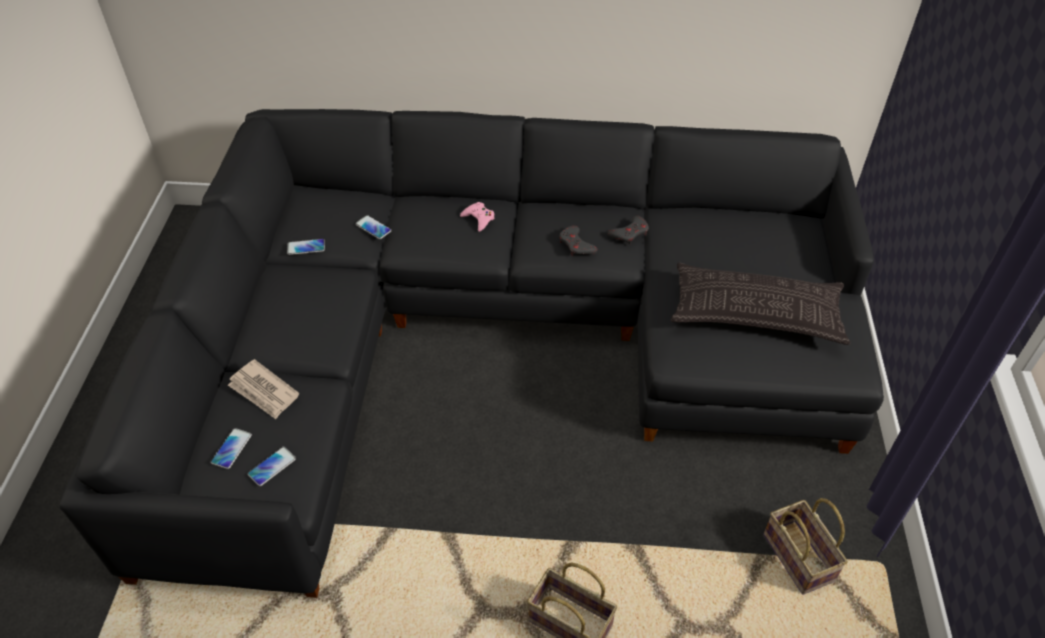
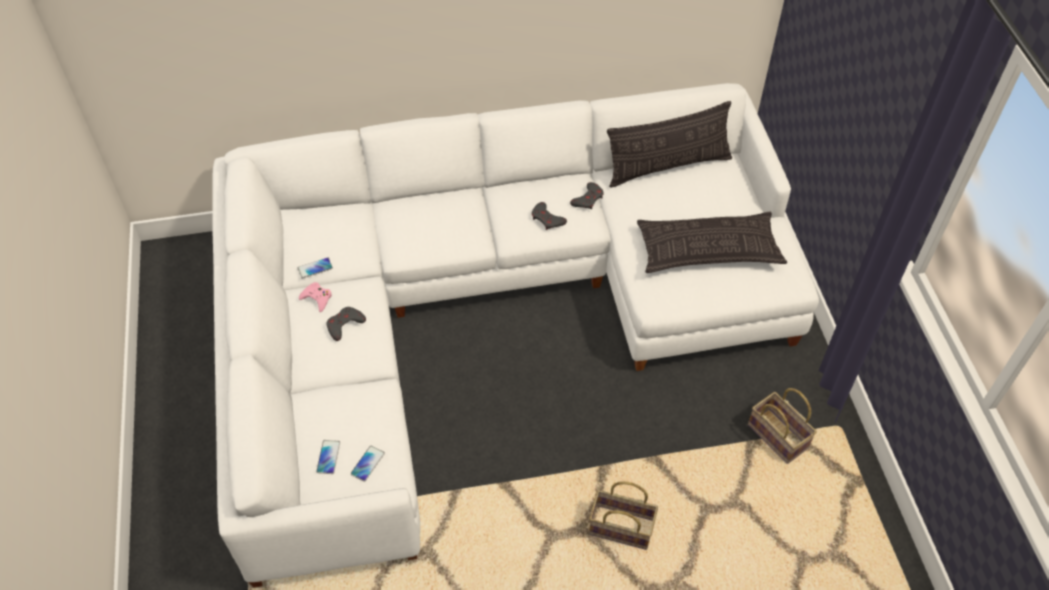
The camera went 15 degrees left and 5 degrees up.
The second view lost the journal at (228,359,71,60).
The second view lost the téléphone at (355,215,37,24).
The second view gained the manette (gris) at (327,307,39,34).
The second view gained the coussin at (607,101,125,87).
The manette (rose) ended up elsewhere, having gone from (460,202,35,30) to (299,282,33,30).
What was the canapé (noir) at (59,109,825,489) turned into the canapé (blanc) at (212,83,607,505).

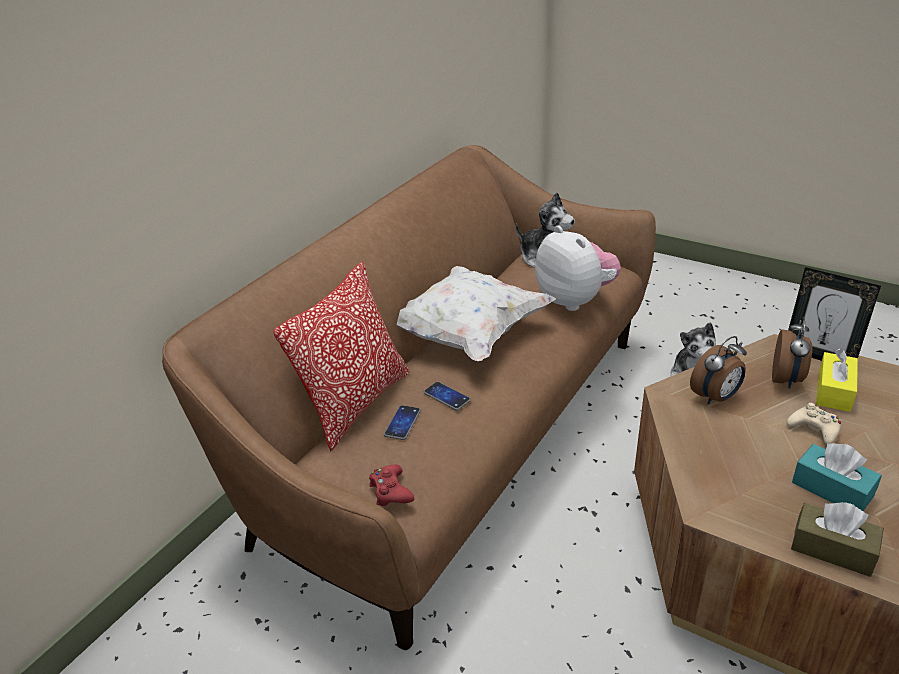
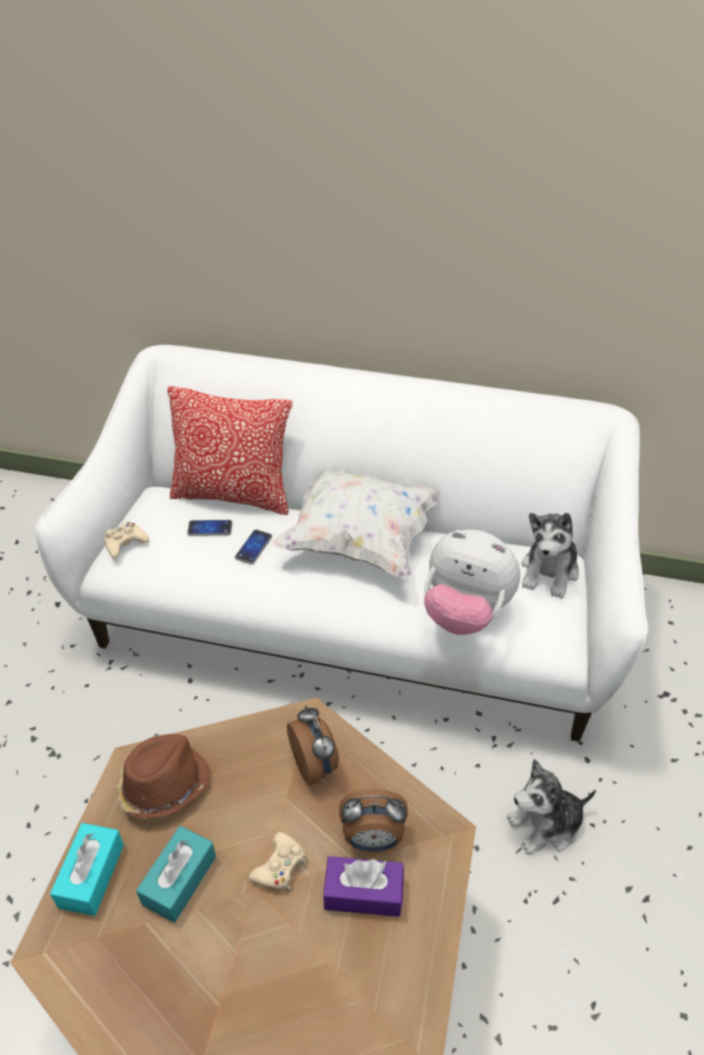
The camera went 70 degrees right and 10 degrees up.
The second view lost the cadre photo at (788,267,93,94).
The second view gained the chapeau (marron) at (117,734,93,85).
What was the canapé (marron) at (162,145,494,505) turned into the canapé (blanc) at (35,345,614,396).
What was the manette (rouge) at (369,465,45,41) turned into the manette (beige) at (105,522,44,37).
What was the boîte à mouchoirs (marron) at (791,502,93,75) turned into the boîte à mouchoirs (turquoise) at (50,823,74,93).
What was the boîte à mouchoirs (jaune) at (816,349,42,63) turned into the boîte à mouchoirs (violet) at (323,856,81,61).
The peluche at (535,225,86,86) ended up facing another way, 75 degrees clockwise from before.
The réveil at (690,336,57,69) ended up facing another way, 150 degrees counterclockwise from before.

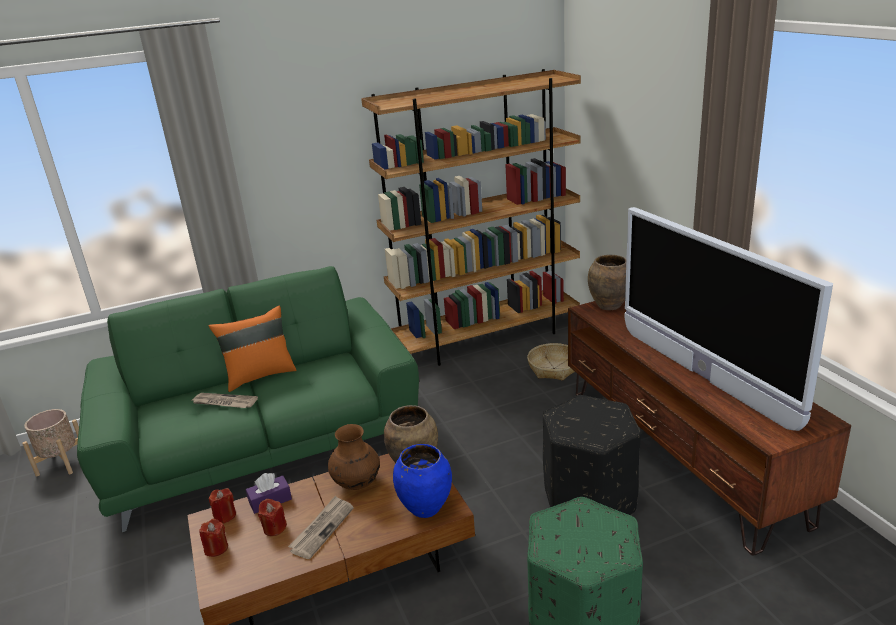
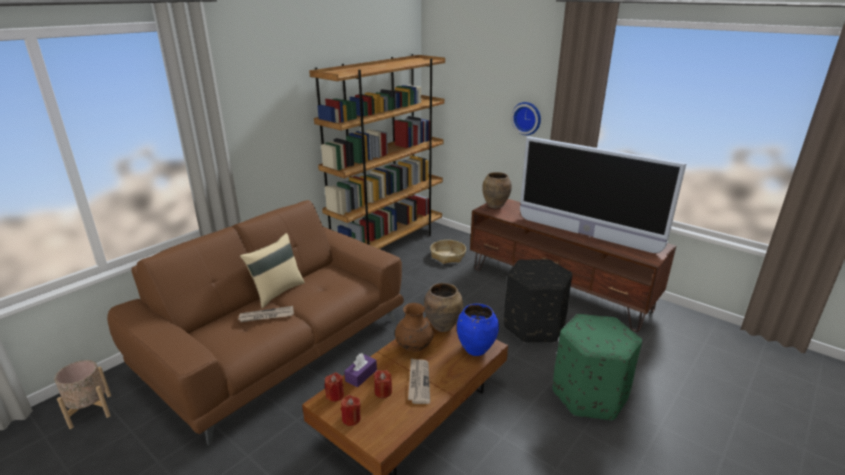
The camera went 30 degrees left and 0 degrees up.
The second view gained the horloge murale at (511,102,30,33).
What was the canapé (vert) at (77,266,342,266) turned into the canapé (marron) at (107,200,297,245).
What was the coussin (orange) at (209,306,88,86) turned into the coussin (beige) at (240,233,65,75).

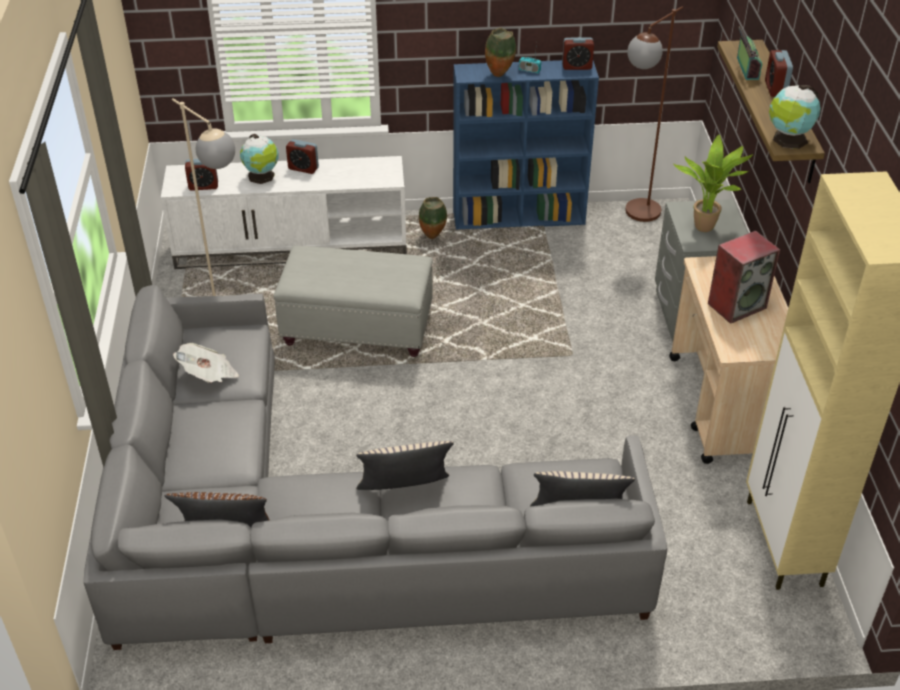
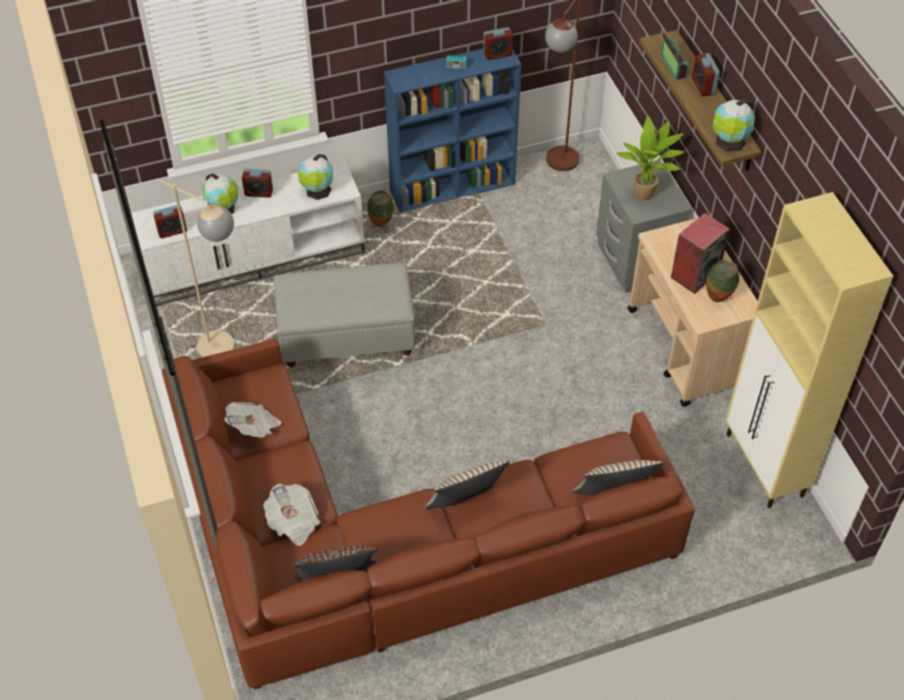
The camera went 15 degrees left and 10 degrees up.
The second view gained the journal at (263,484,57,62).
The second view gained the globe at (298,154,35,46).
The vase ended up elsewhere, having gone from (485,28,31,49) to (706,260,33,42).
What was the canapé (gris) at (83,285,584,365) turned into the canapé (marron) at (162,338,533,351).

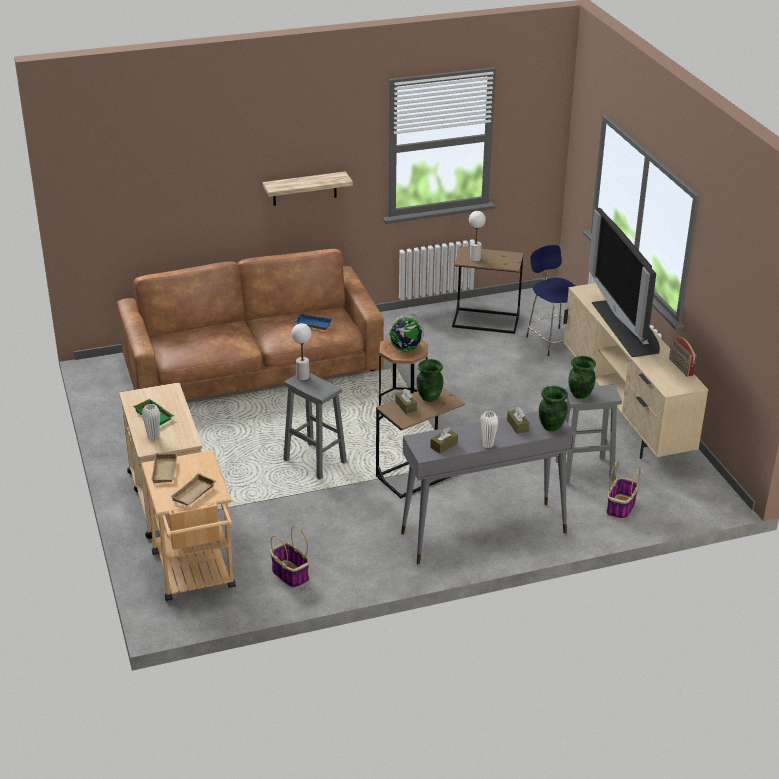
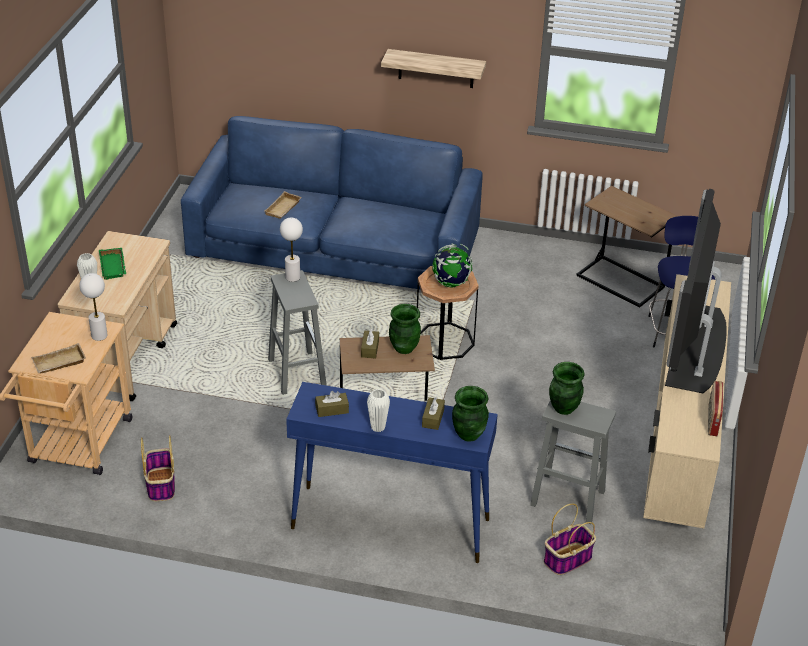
The camera went 30 degrees right and 5 degrees up.
The second view lost the plateau (bleu) at (295,313,38,17).
The plateau (beige) ended up elsewhere, having gone from (151,453,26,30) to (264,191,38,28).
The lampe de table (blanc) ended up elsewhere, having gone from (469,211,17,51) to (79,273,29,68).
What was the canapé (marron) at (117,249,267,151) turned into the canapé (bleu) at (181,116,302,174).
What was the table console (gris) at (401,411,174,153) turned into the table console (bleu) at (286,382,212,181).

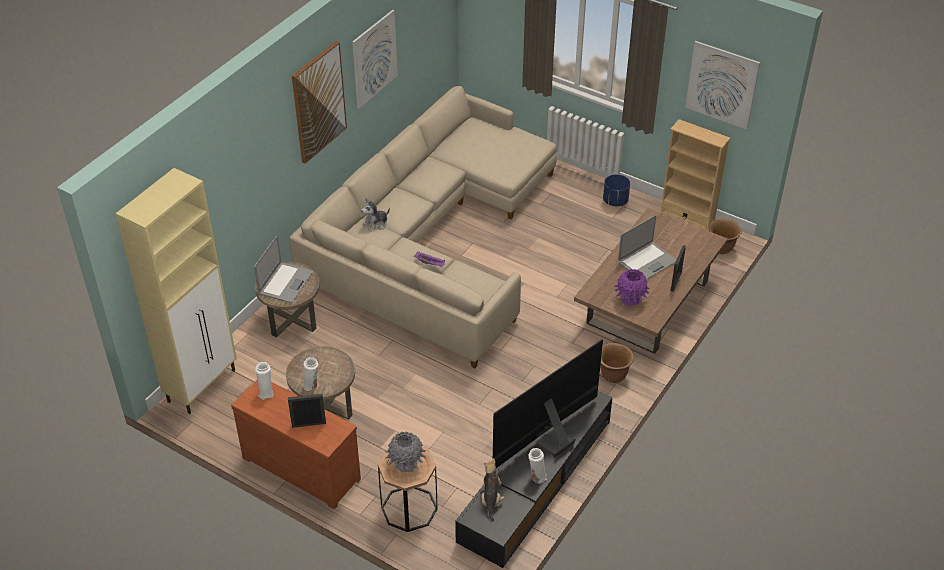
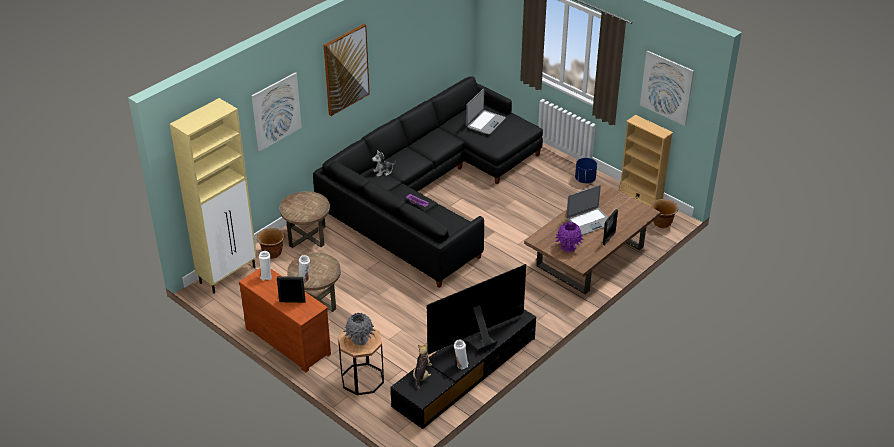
The camera went 10 degrees right and 5 degrees down.
The ordinateur portable ended up elsewhere, having gone from (254,236,59,67) to (466,89,40,45).
The tableau ended up elsewhere, having gone from (352,10,46,98) to (252,72,50,80).
The cache-pot (marron) ended up elsewhere, having gone from (600,343,34,40) to (257,228,27,31).
What was the canapé (beige) at (289,86,267,283) turned into the canapé (noir) at (313,77,230,211).

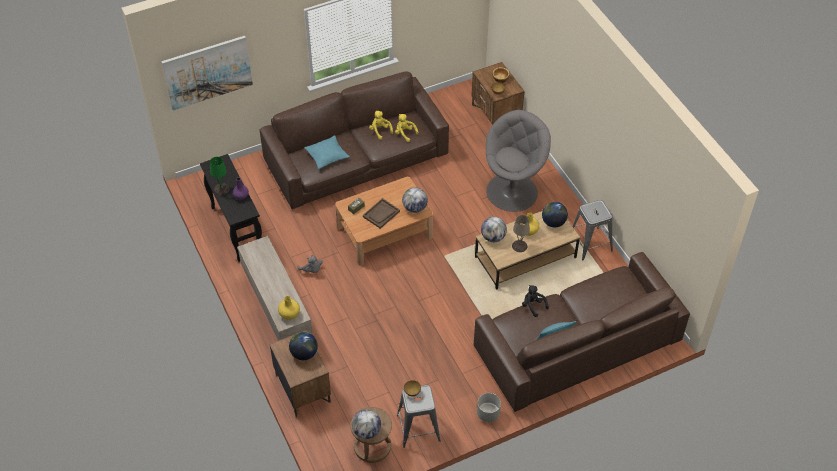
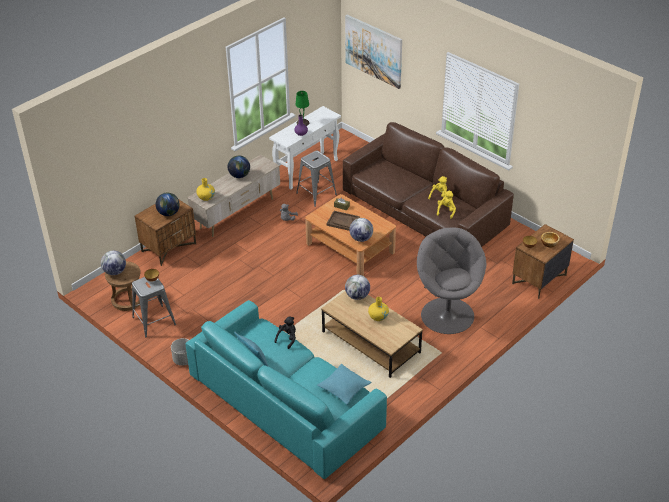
The camera went 70 degrees right and 10 degrees down.
The second view lost the lampe de table (beige) at (512,215,18,37).
The coussin (turquoise) ended up elsewhere, having gone from (304,135,46,34) to (317,364,54,41).
The globe ended up elsewhere, having gone from (542,202,26,26) to (228,156,22,22).
The tabouret (gris) ended up elsewhere, having gone from (573,200,40,60) to (296,151,41,56).
What was the table console (noir) at (200,154,62,108) turned into the table console (blanc) at (269,106,72,84).
What was the canapé (marron) at (474,252,216,160) turned into the canapé (turquoise) at (185,300,202,179).
The fauteuil (gris) at (486,110,65,102) ended up facing another way, 135 degrees counterclockwise from before.

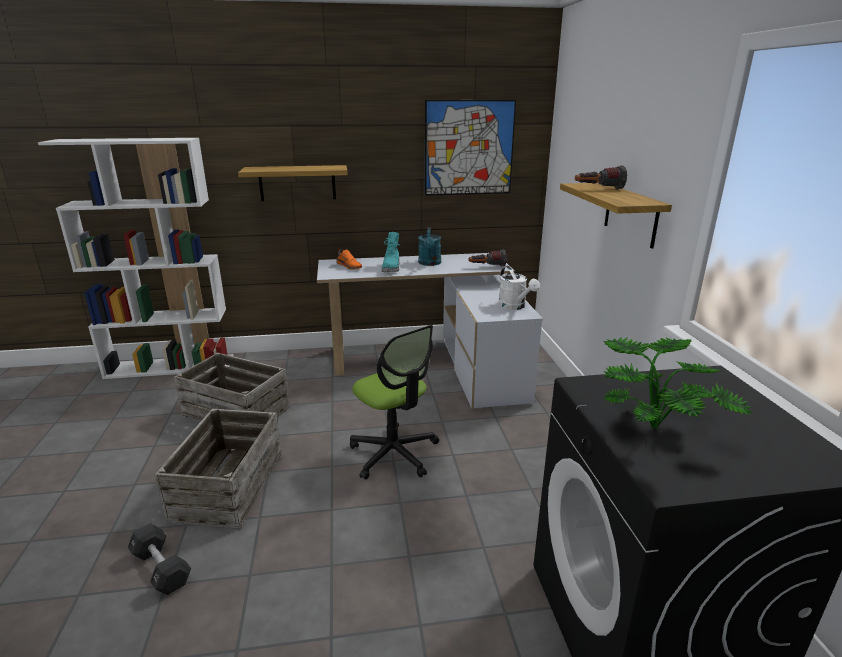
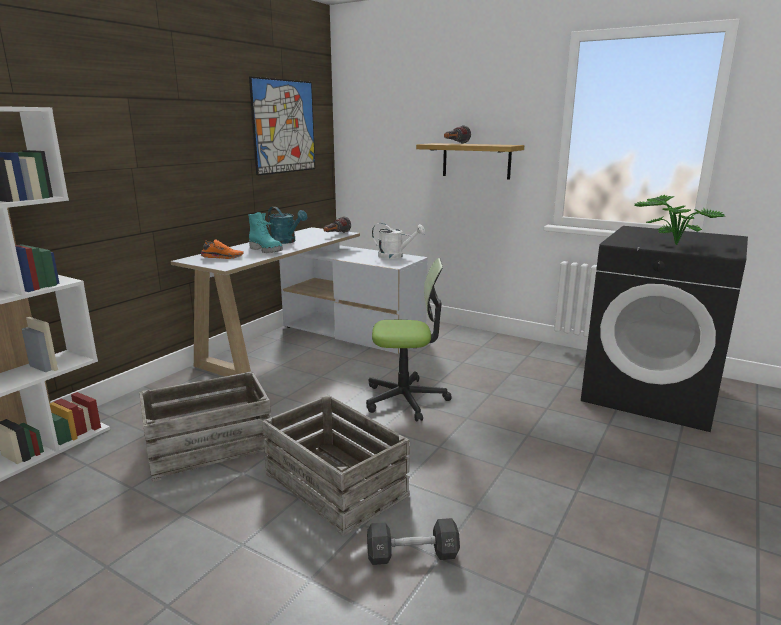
The camera went 50 degrees left and 5 degrees down.
The second view lost the étagère at (238,165,110,36).

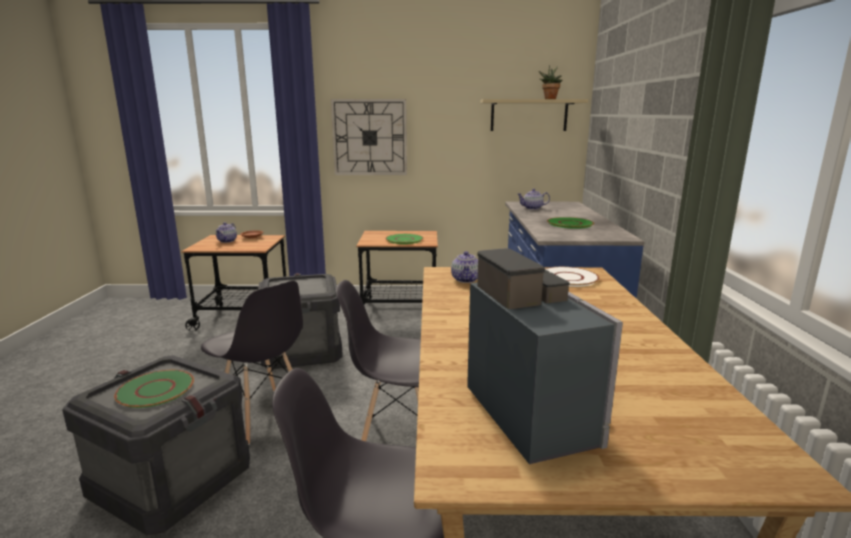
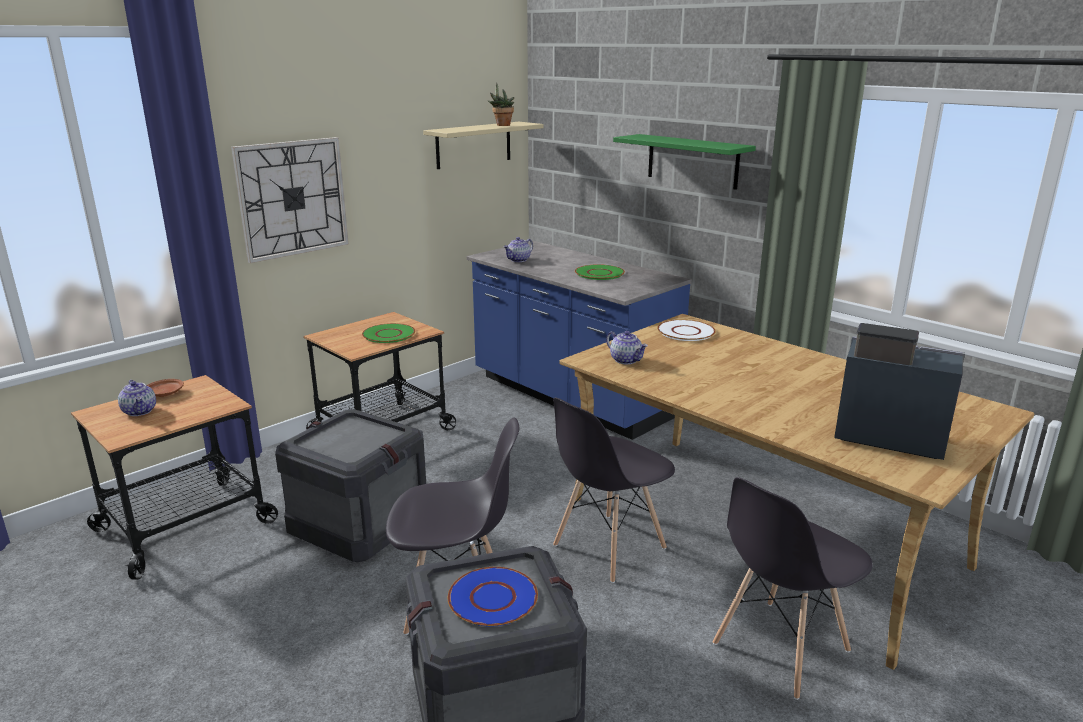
The camera went 45 degrees left and 5 degrees up.
The second view gained the étagère (vert) at (613,134,143,56).
What was the assiette (vert) at (114,370,80,38) turned into the assiette (bleu) at (448,567,90,60).

